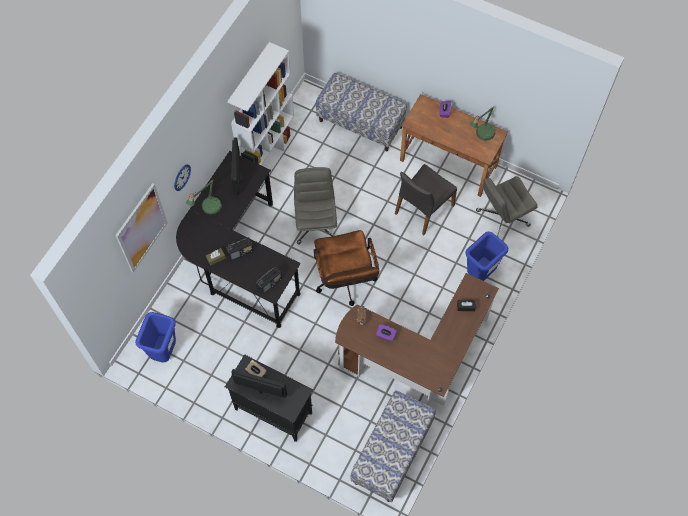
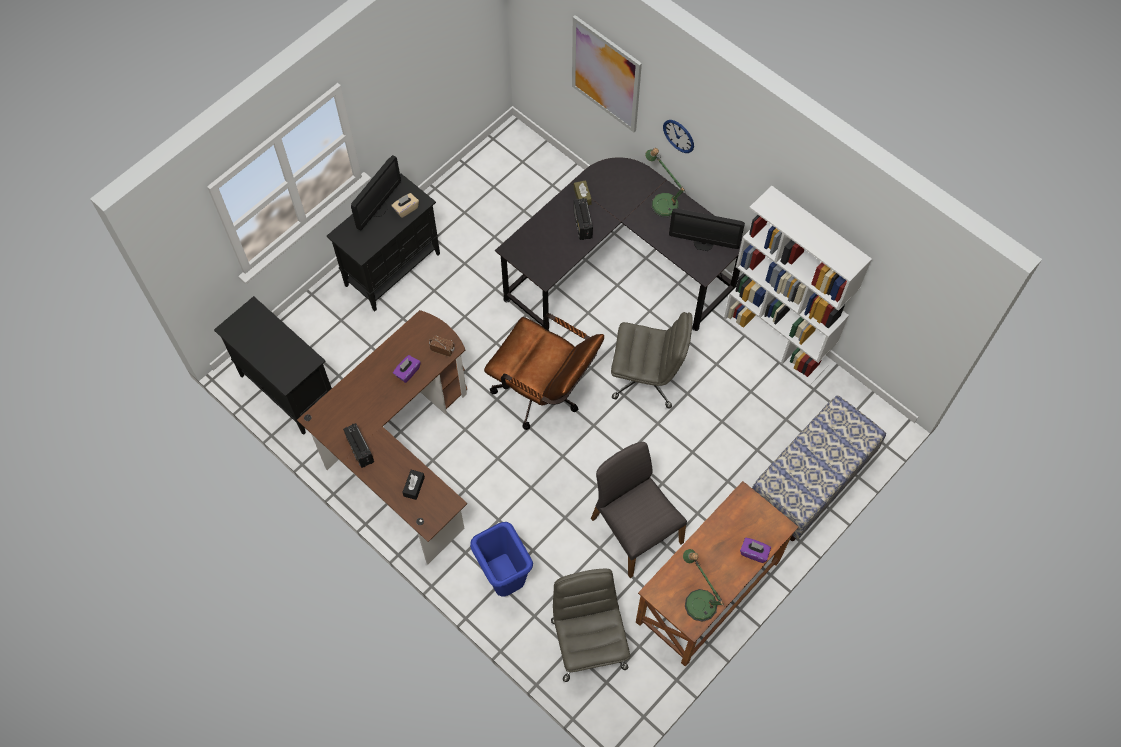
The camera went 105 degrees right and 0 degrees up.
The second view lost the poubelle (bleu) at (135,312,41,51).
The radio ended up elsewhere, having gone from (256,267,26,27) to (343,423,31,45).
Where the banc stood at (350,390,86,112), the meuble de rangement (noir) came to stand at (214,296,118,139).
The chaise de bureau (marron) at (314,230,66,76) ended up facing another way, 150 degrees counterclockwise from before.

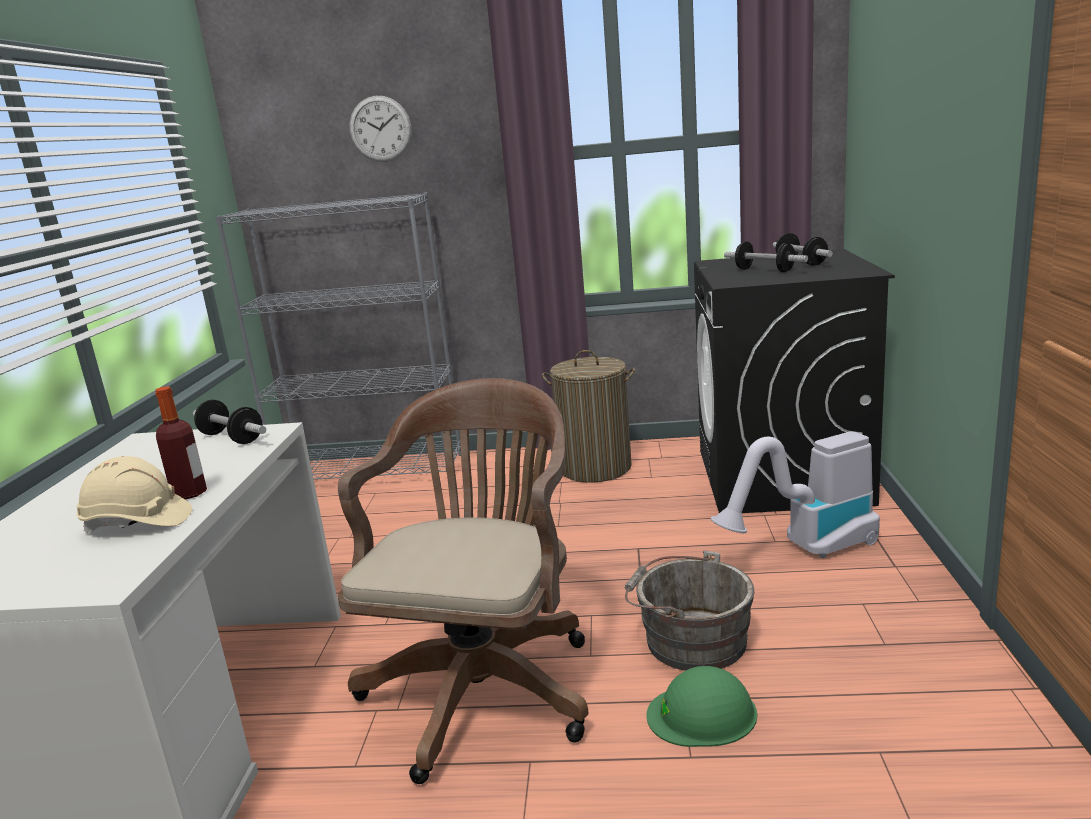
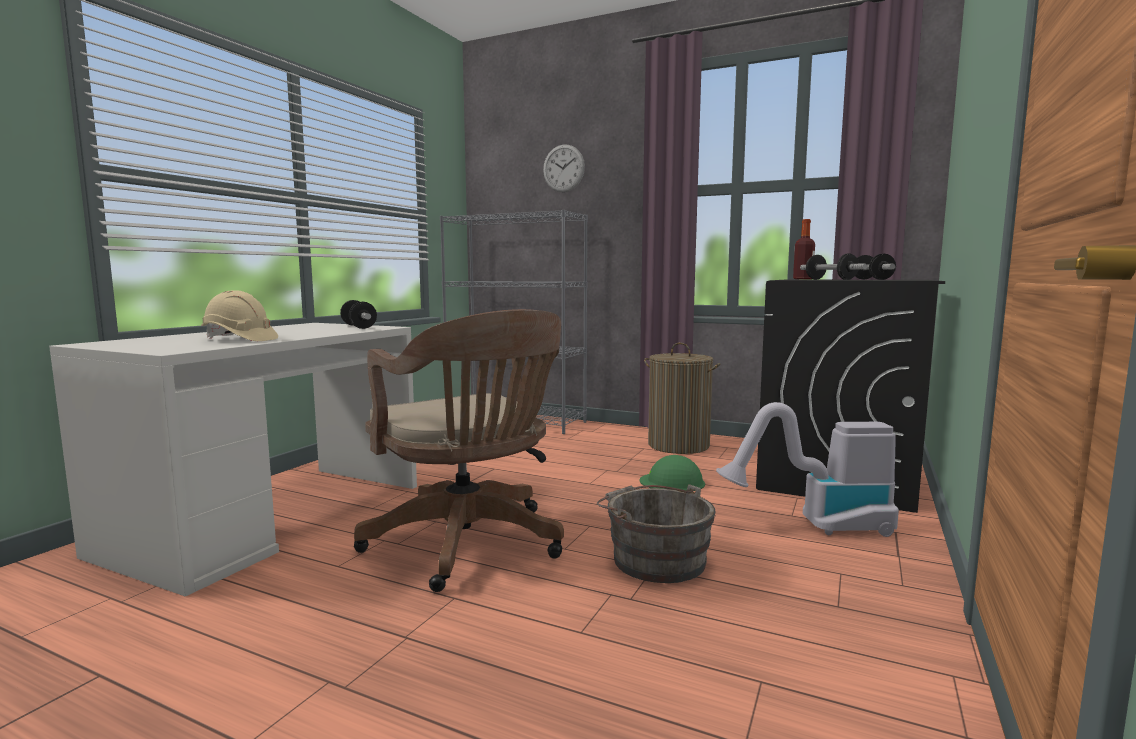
The camera went 20 degrees right and 10 degrees down.
The bouteille ended up elsewhere, having gone from (155,386,52,113) to (793,219,22,60).
The casque de chantier (vert) ended up elsewhere, having gone from (646,666,111,81) to (640,455,65,36).
The chaise de bureau (marron) at (337,378,252,406) ended up facing another way, 105 degrees clockwise from before.

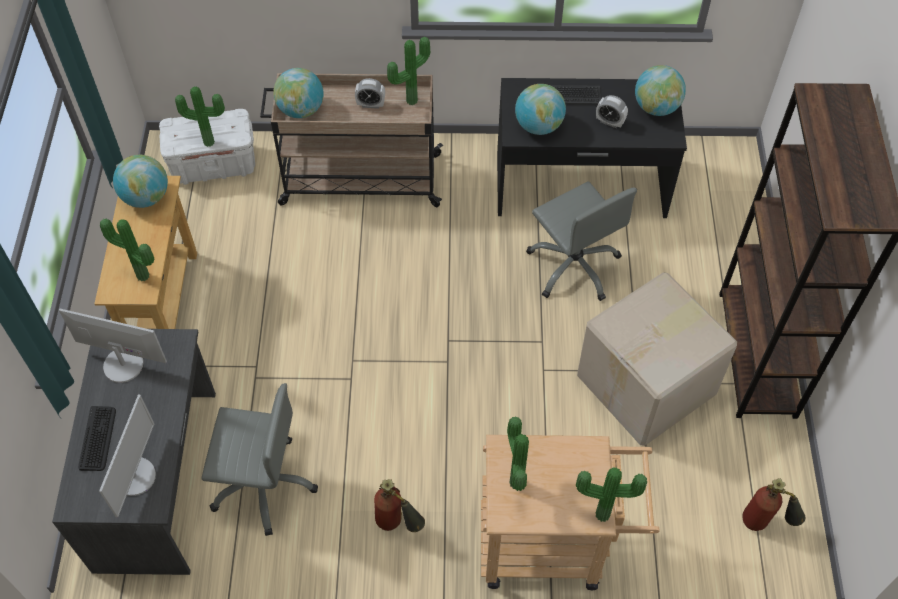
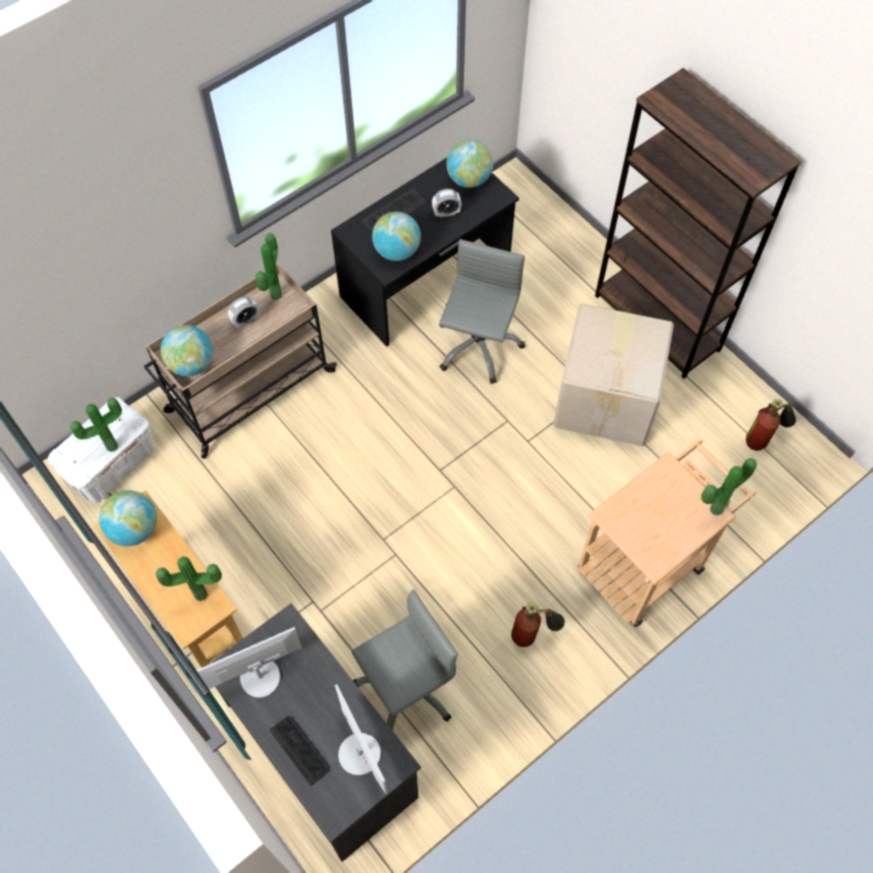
The camera went 40 degrees left and 5 degrees up.
The second view lost the plante en pot at (507,416,22,75).
The chaise de bureau (gris) at (526,181,111,120) ended up facing another way, 90 degrees counterclockwise from before.

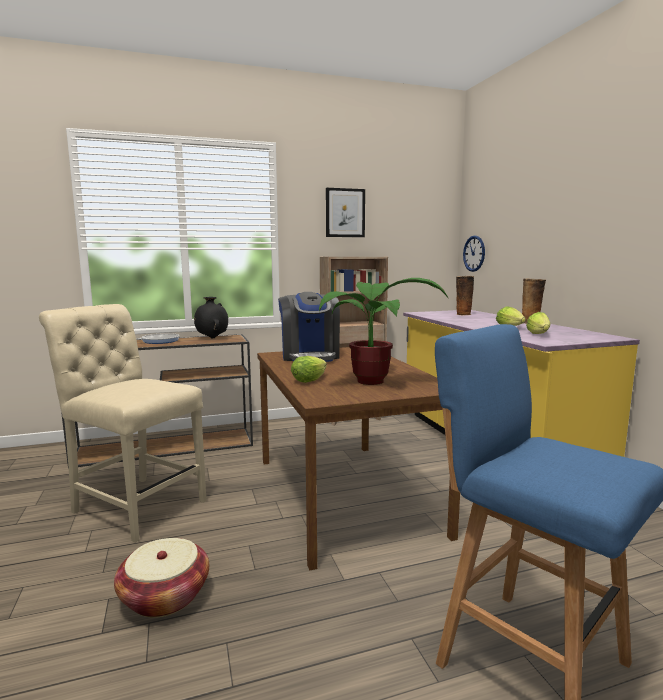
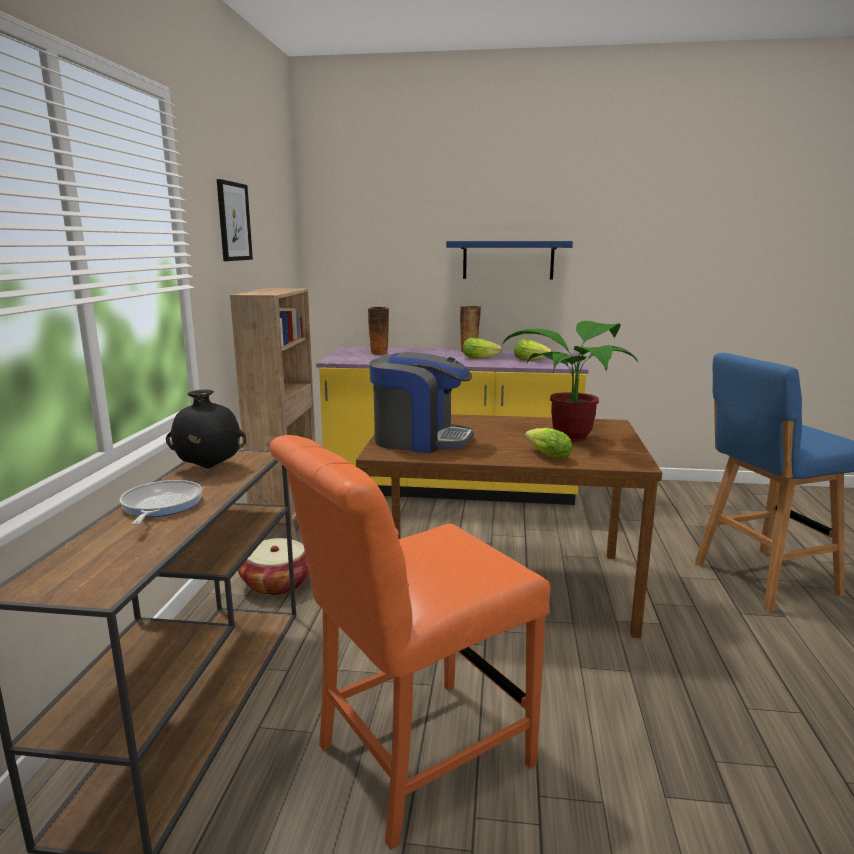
The camera went 65 degrees left and 5 degrees up.
The second view lost the horloge murale at (463,236,22,36).
The second view gained the étagère (bleu) at (446,241,127,38).
The panier ended up elsewhere, having gone from (114,538,95,80) to (238,538,71,58).
What was the chaise (beige) at (39,304,168,239) turned into the chaise (orange) at (270,435,280,415).

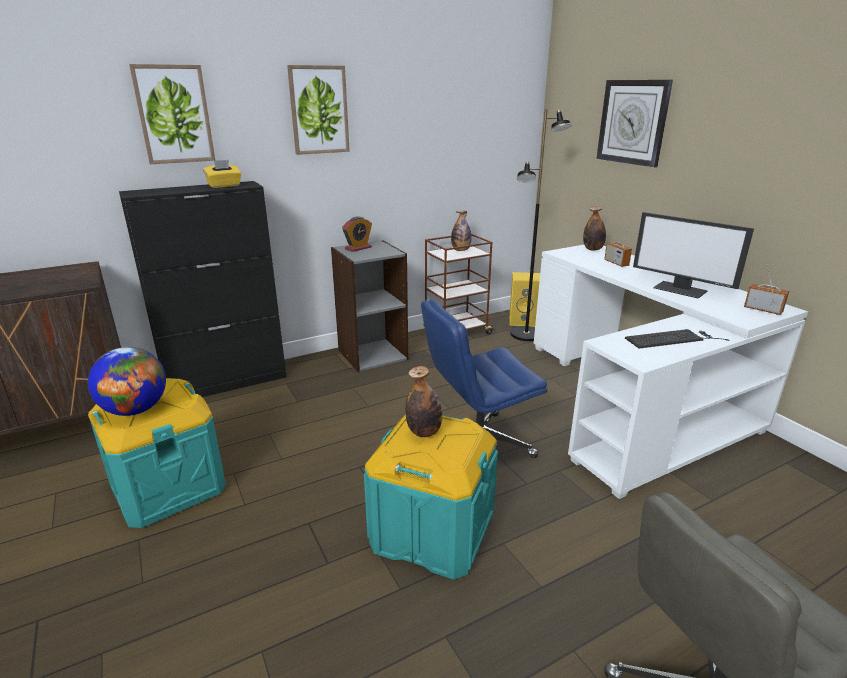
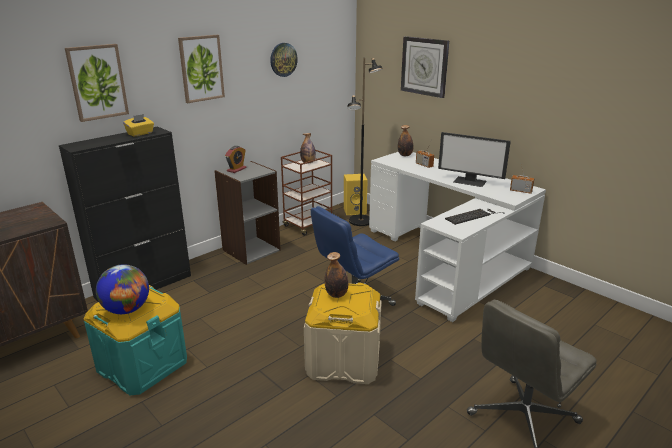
The camera went 15 degrees left and 0 degrees up.
The second view gained the horloge murale at (270,43,28,34).
What was the boîte de rangement (turquoise) at (364,415,134,165) turned into the boîte de rangement (beige) at (304,282,78,102).

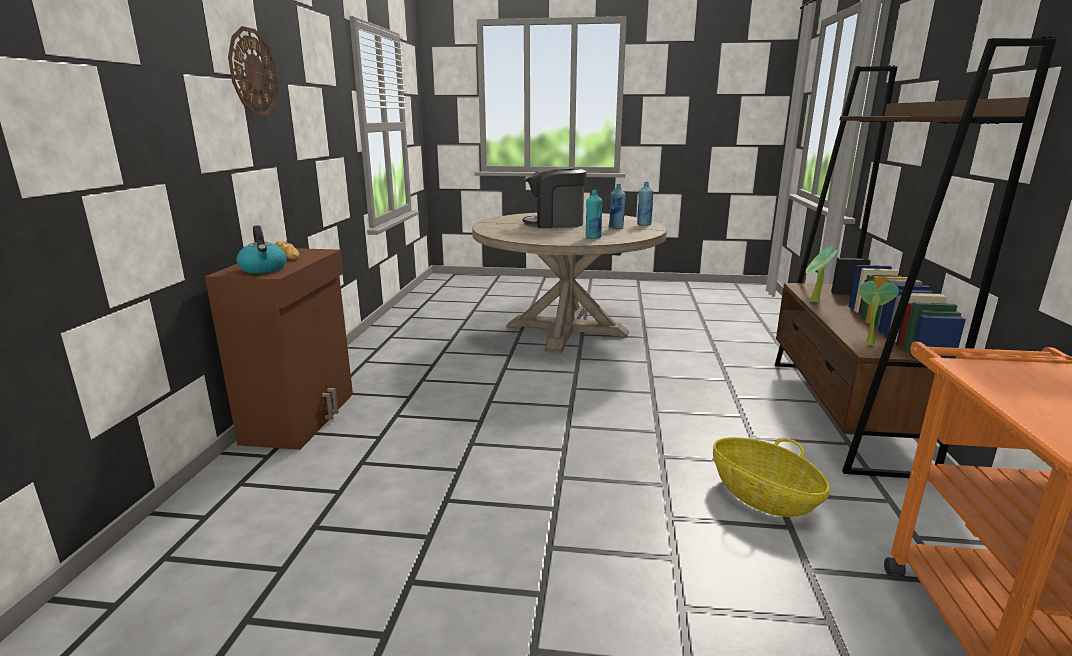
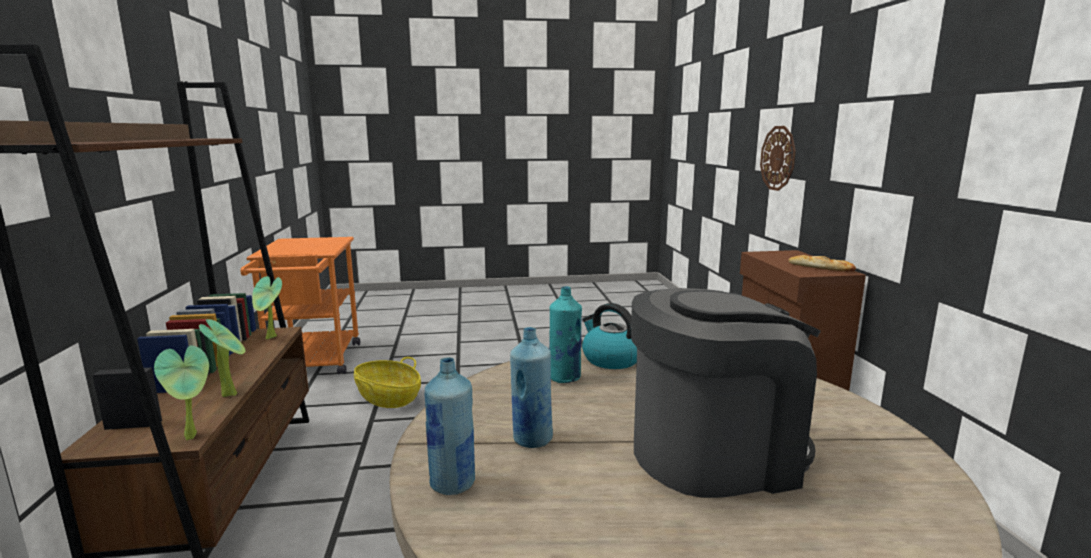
The camera went 165 degrees right and 5 degrees down.
The second view gained the plante en pot at (154,345,55,95).
The horloge murale ended up elsewhere, having gone from (228,26,51,89) to (760,126,36,65).
The bouilloire ended up elsewhere, having gone from (237,225,50,49) to (582,303,55,66).

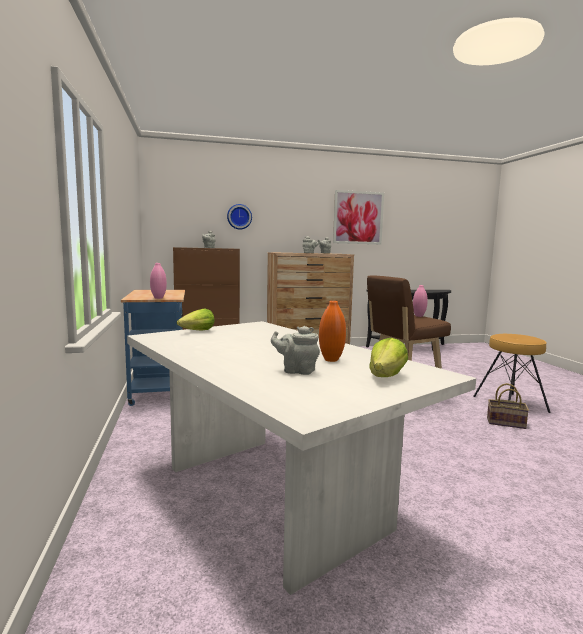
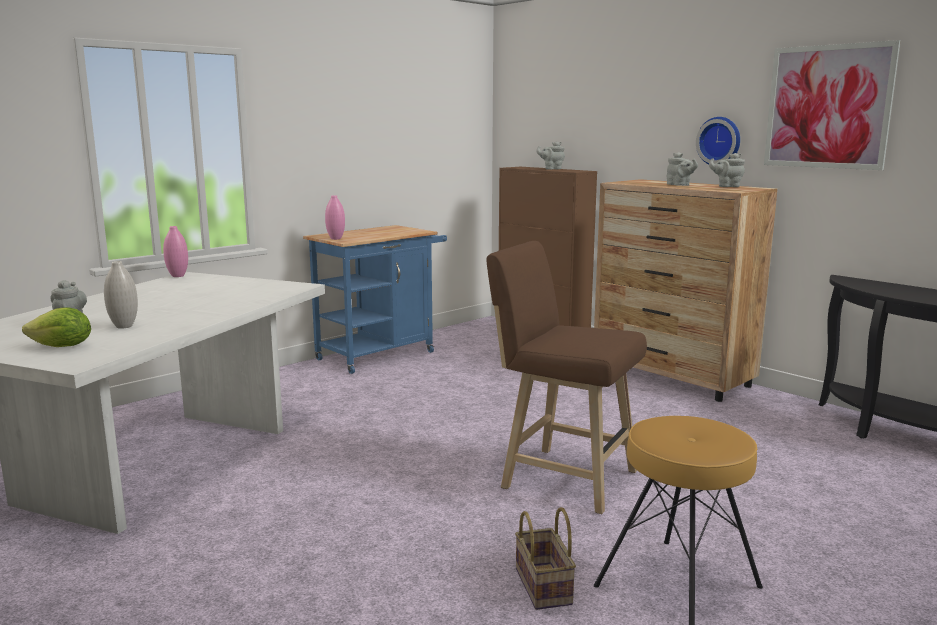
The camera went 60 degrees right and 5 degrees up.
The second view lost the laitue at (177,309,38,21).
The horloge murale ended up elsewhere, having gone from (227,204,25,26) to (696,117,44,47).
The vase (rose) ended up elsewhere, having gone from (413,285,15,32) to (163,226,25,51).
What was the vase (orange) at (319,301,27,61) turned into the vase (blanc) at (104,261,34,68).

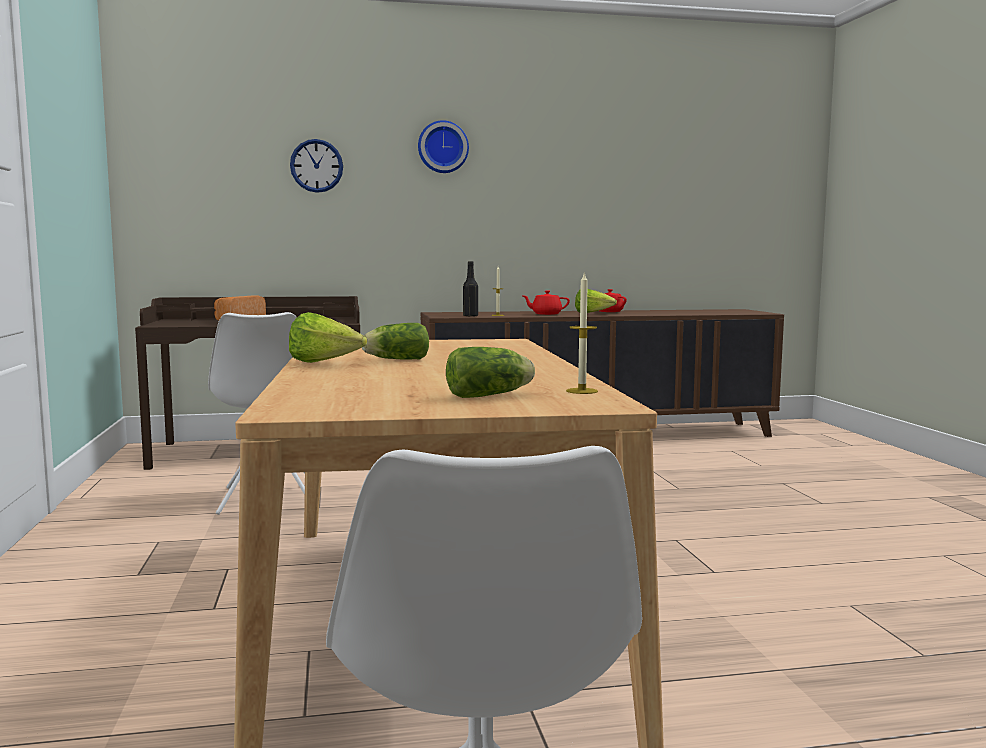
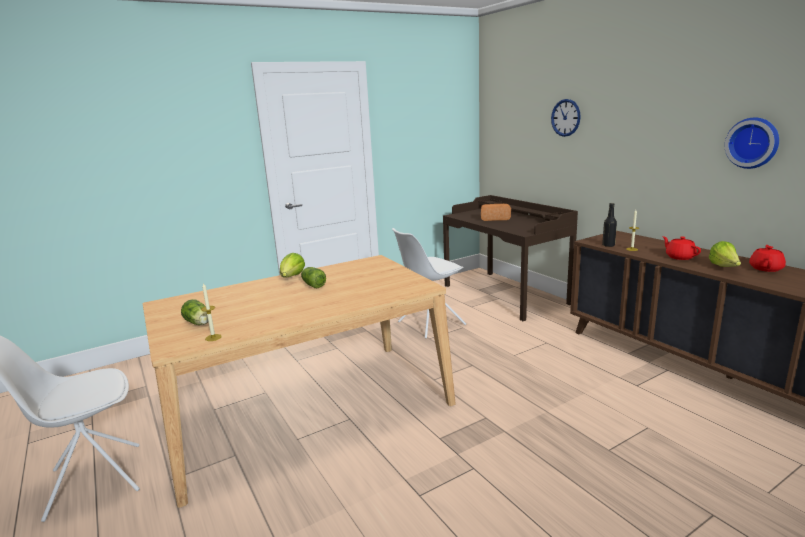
The camera went 70 degrees right and 10 degrees up.
The horloge murale ended up elsewhere, having gone from (418,120,51,53) to (725,118,54,51).

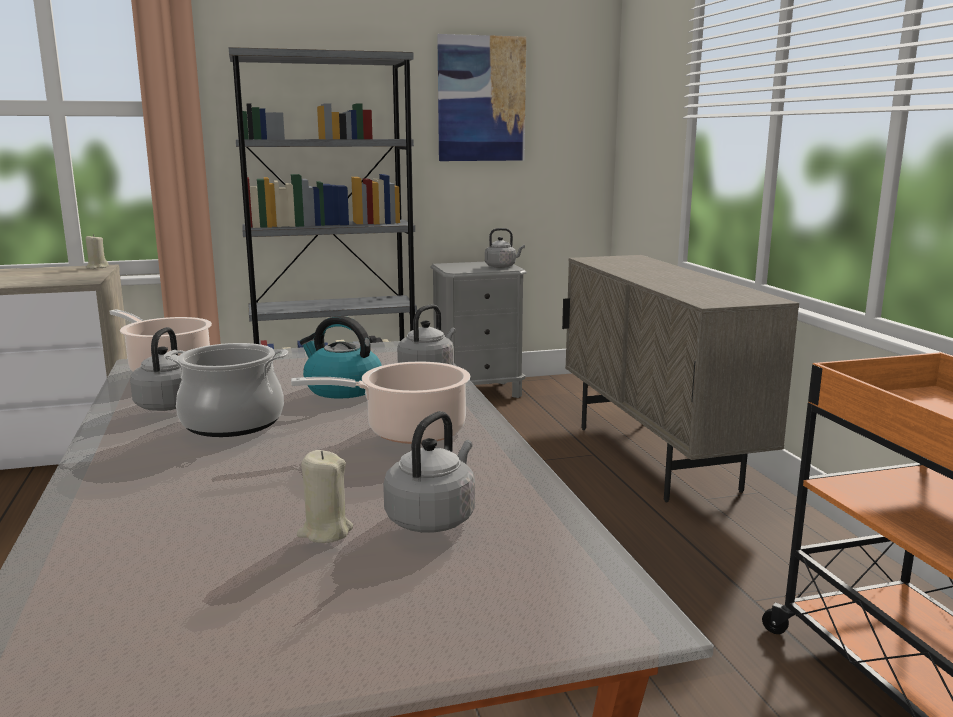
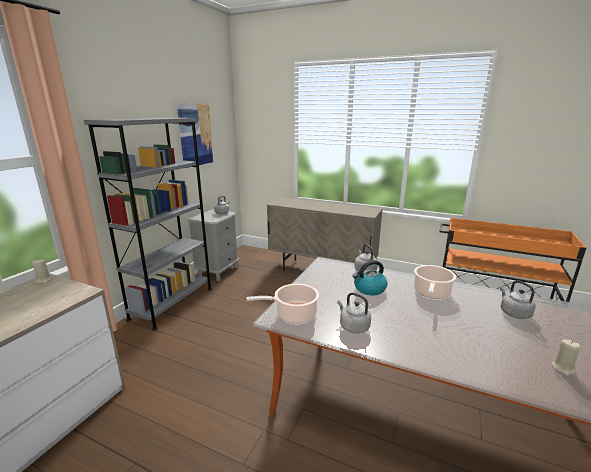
The camera went 50 degrees left and 5 degrees up.
The second view lost the marmite at (164,343,124,94).
The bougie (beige) ended up elsewhere, having gone from (297,450,56,93) to (552,339,28,37).

